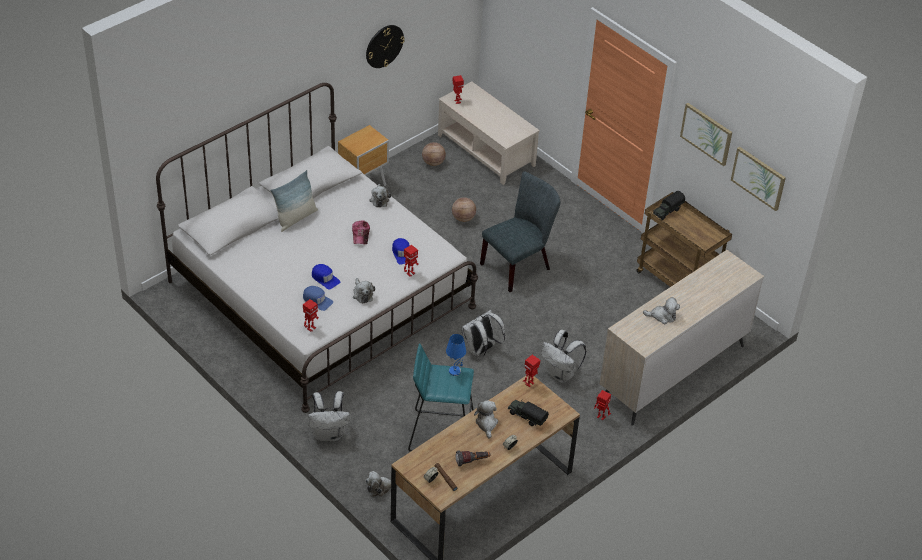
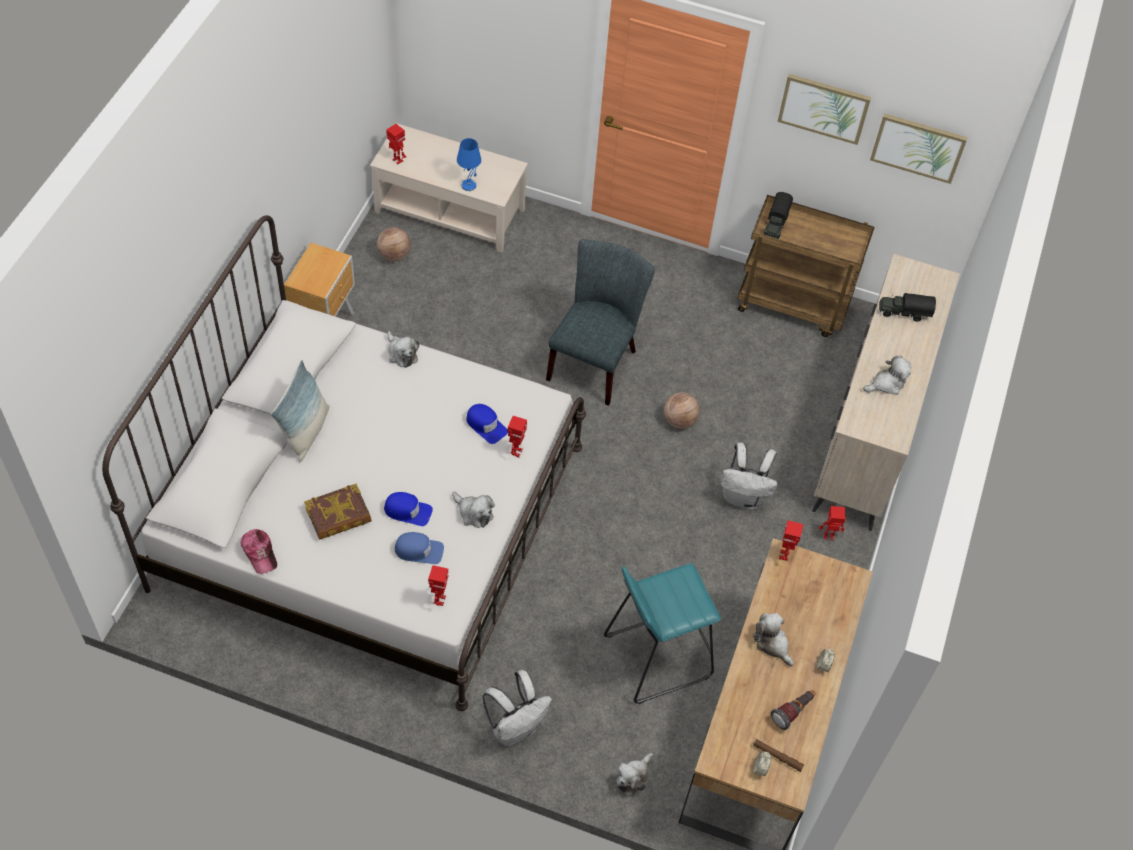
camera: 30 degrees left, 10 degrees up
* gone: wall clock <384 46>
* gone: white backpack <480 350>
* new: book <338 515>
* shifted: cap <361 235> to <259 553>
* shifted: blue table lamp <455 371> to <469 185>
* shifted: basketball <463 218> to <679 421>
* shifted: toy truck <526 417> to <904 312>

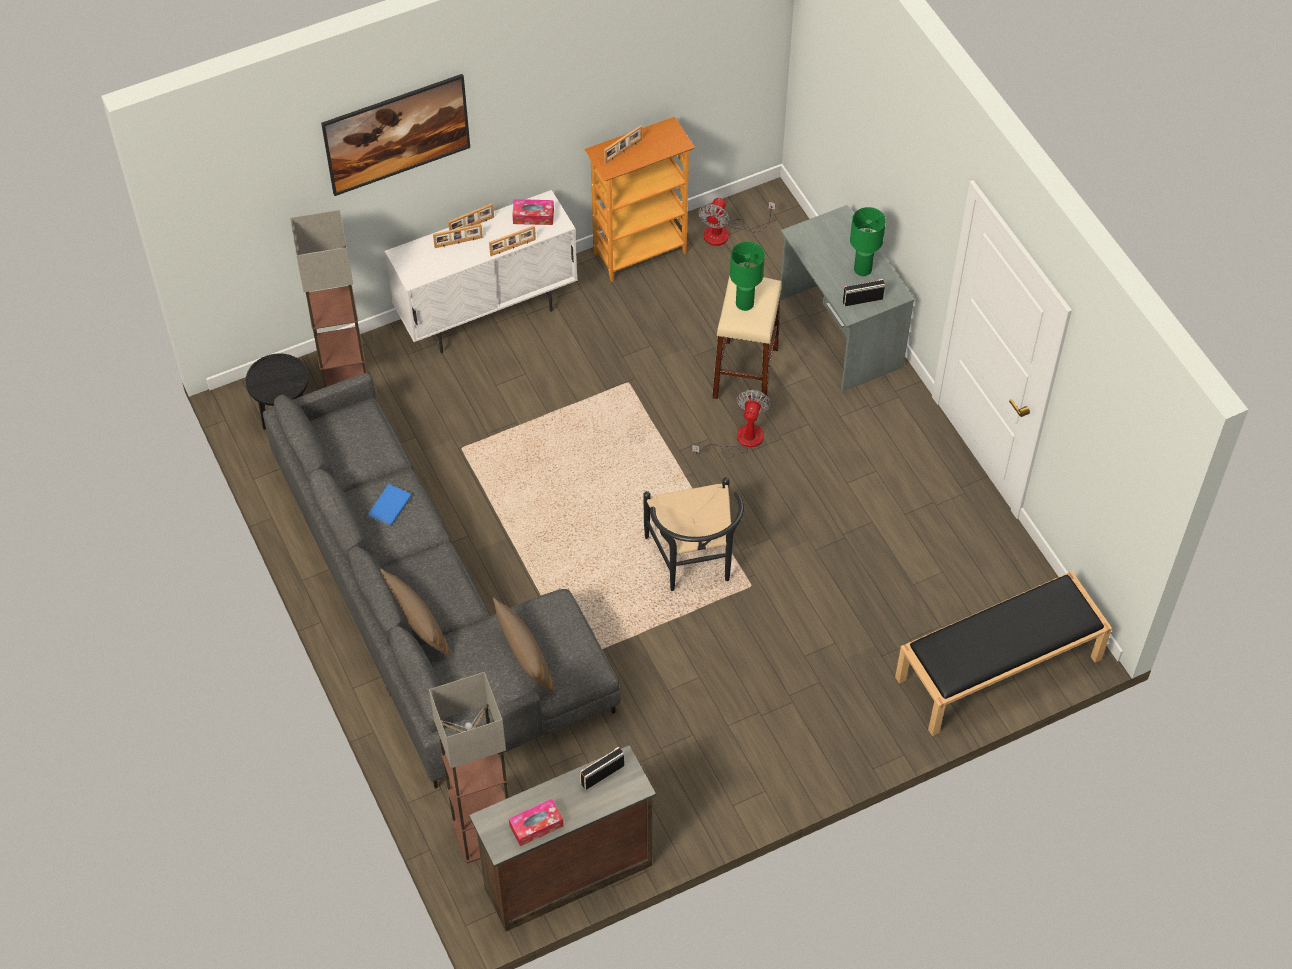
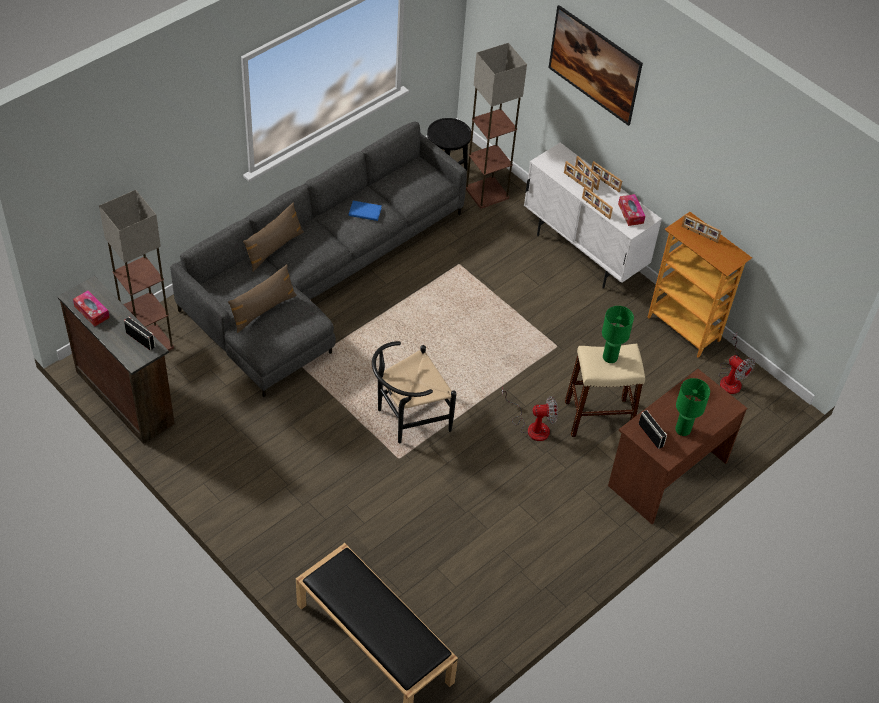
camera: 70 degrees right, 5 degrees down
* new: picture frame <577 182>
* repainted: grey desk <839 333> to brown desk <666 473>
* rotated: fan <725 233> = <731 378> 135 degrees counterclockwise

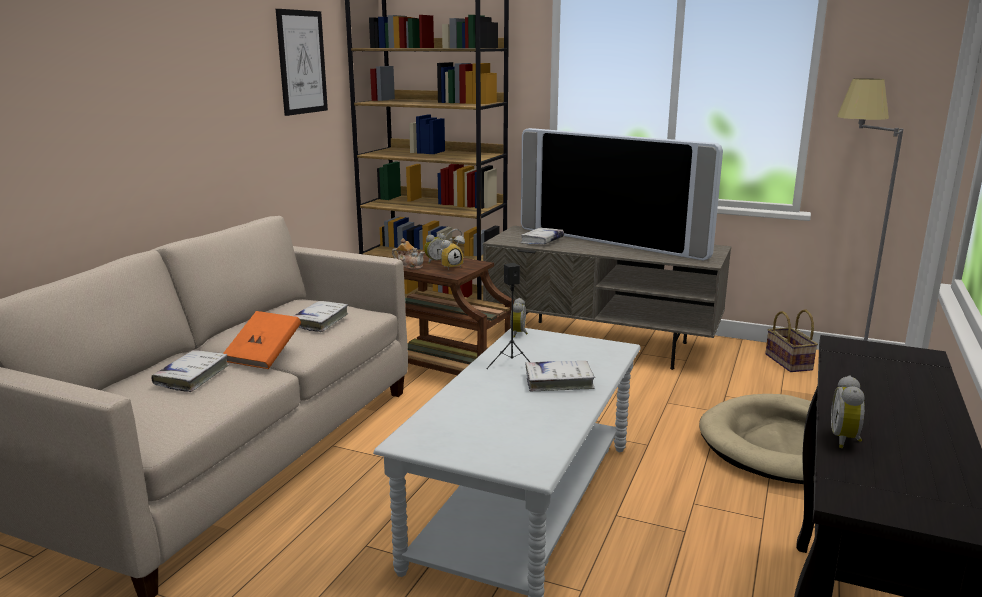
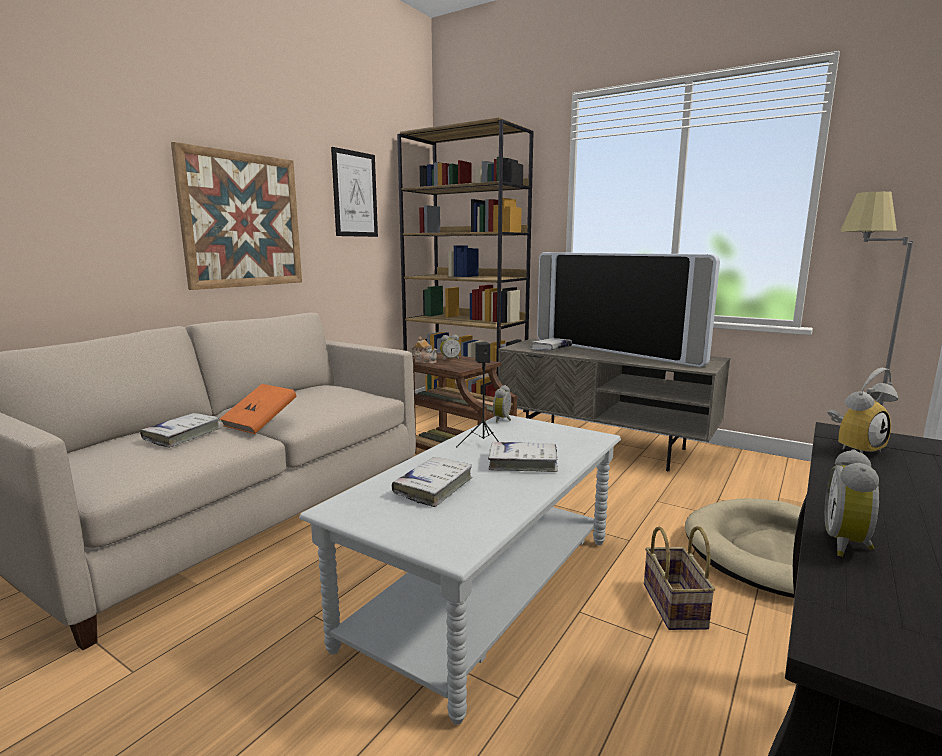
camera: 10 degrees right, 5 degrees down
* new: picture <242 220>
* shifted: white book <320 321> to <433 487>
* shifted: alarm clock <451 266> to <854 448>
* shifted: basket <790 362> to <676 607>

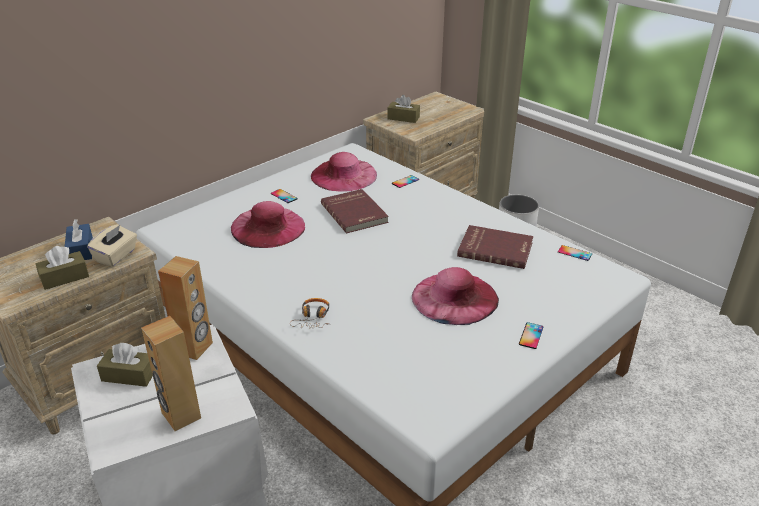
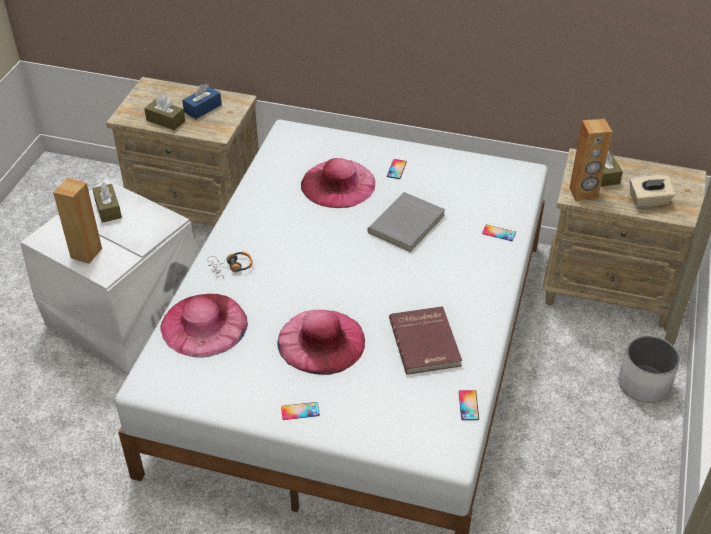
camera: 60 degrees right, 10 degrees up
* shifted: beige tissue box <116 256> to <649 201>
* shifted: brown speaker <194 348> to <583 193>
* shifted: pink hat <344 175> to <204 324>
* repainted: red book <355 213> to grey book <407 224>

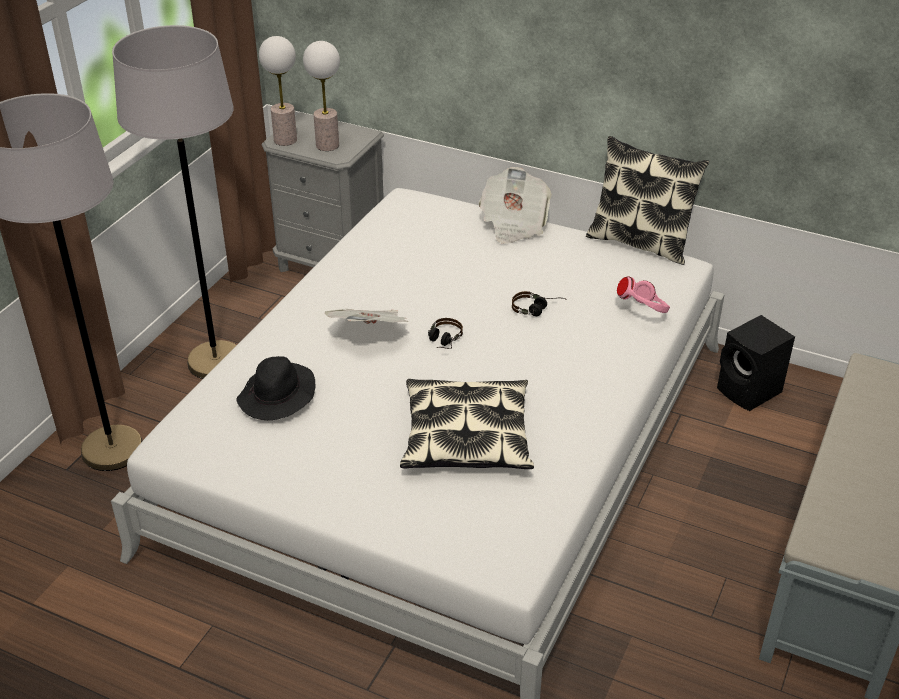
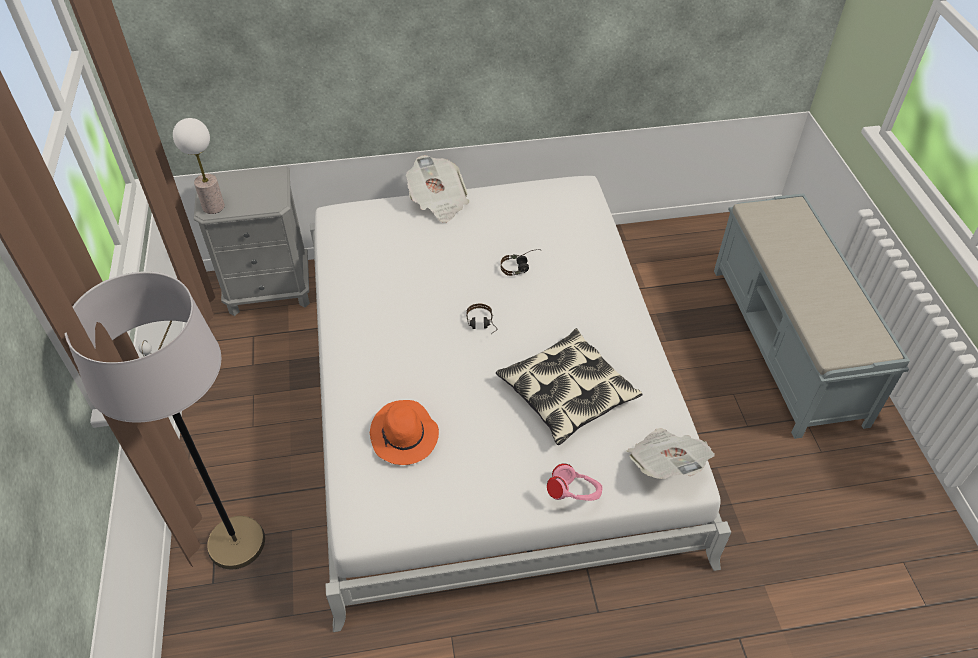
camera: 35 degrees left, 10 degrees up
* gone: grey floor lamp <215 362>
* gone: table lamp <328 145>
* gone: pillow <640 242>
* gone: black speaker <750 392>
* shifted: newspaper <370 333> to <665 464>
* shifted: pink headphones <643 312> to <574 495>
* repainted: black hat <277 397> to orange hat <404 436>

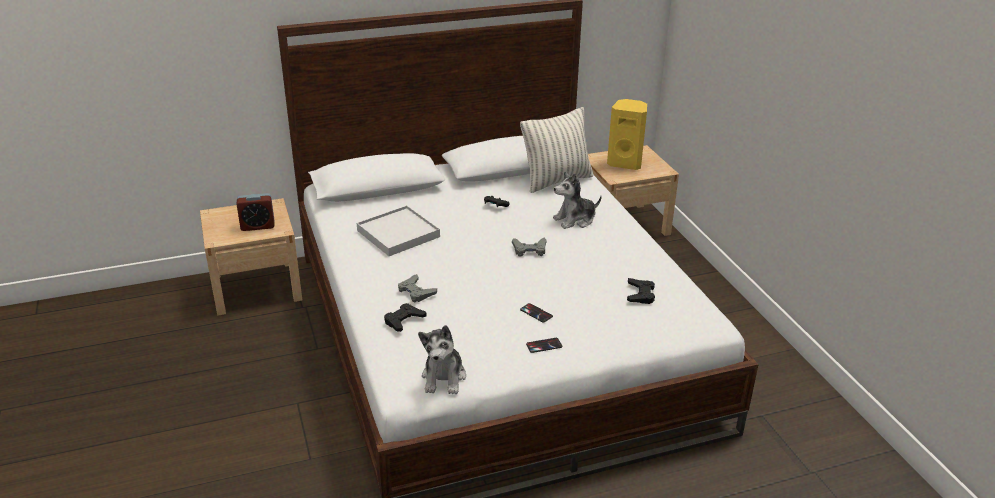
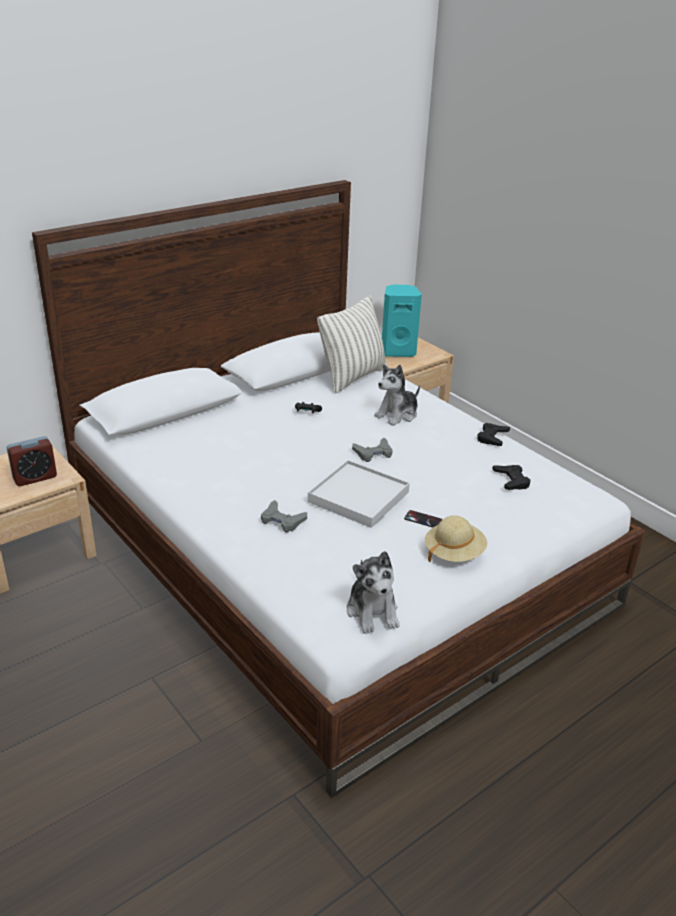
camera: 20 degrees left, 0 degrees up
* shifted: white tray <398 234> to <358 497>
* shifted: black game controller <404 320> to <492 437>
* swapped: phone <544 345> to beige hat <454 553>
* repainted: yellow speaker <625 163> to turquoise speaker <397 351>

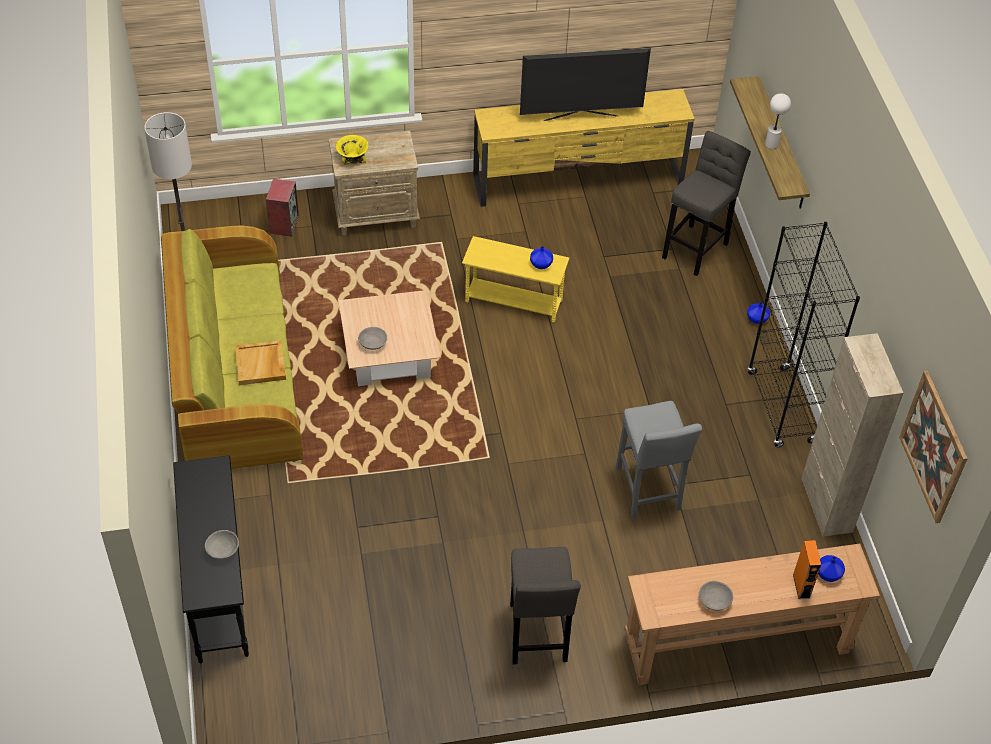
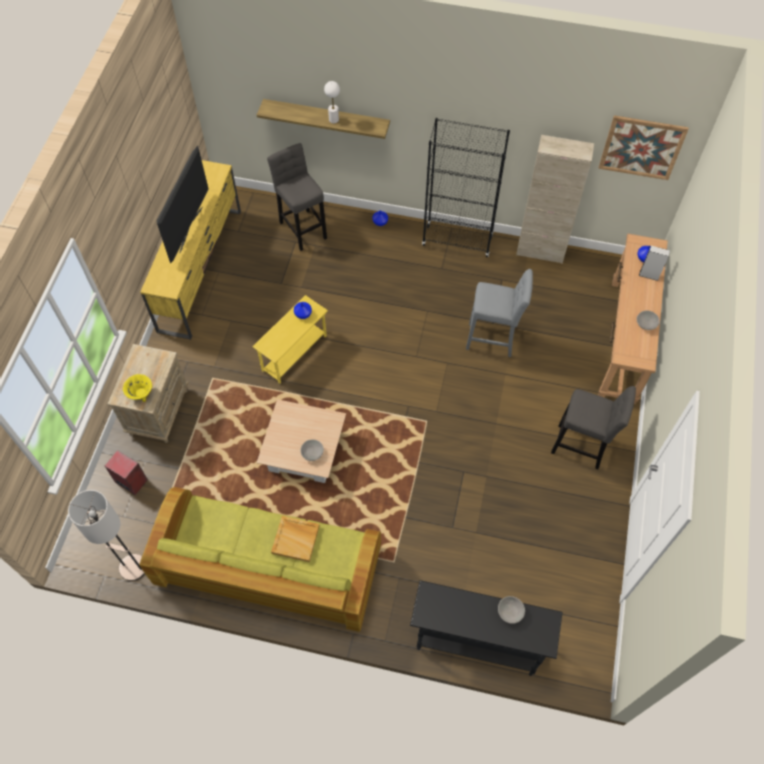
camera: 65 degrees left, 10 degrees up
* repainted: orange speaker <801 586> to grey speaker <649 275>

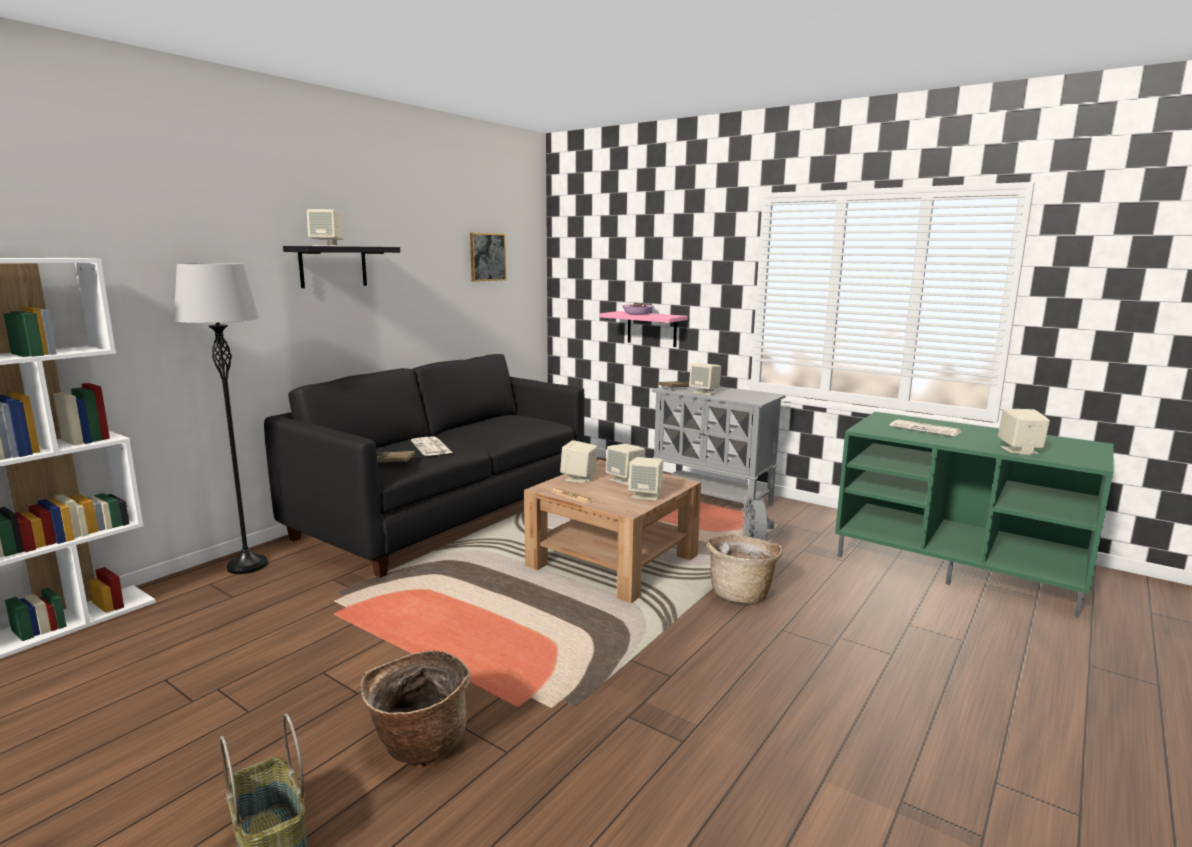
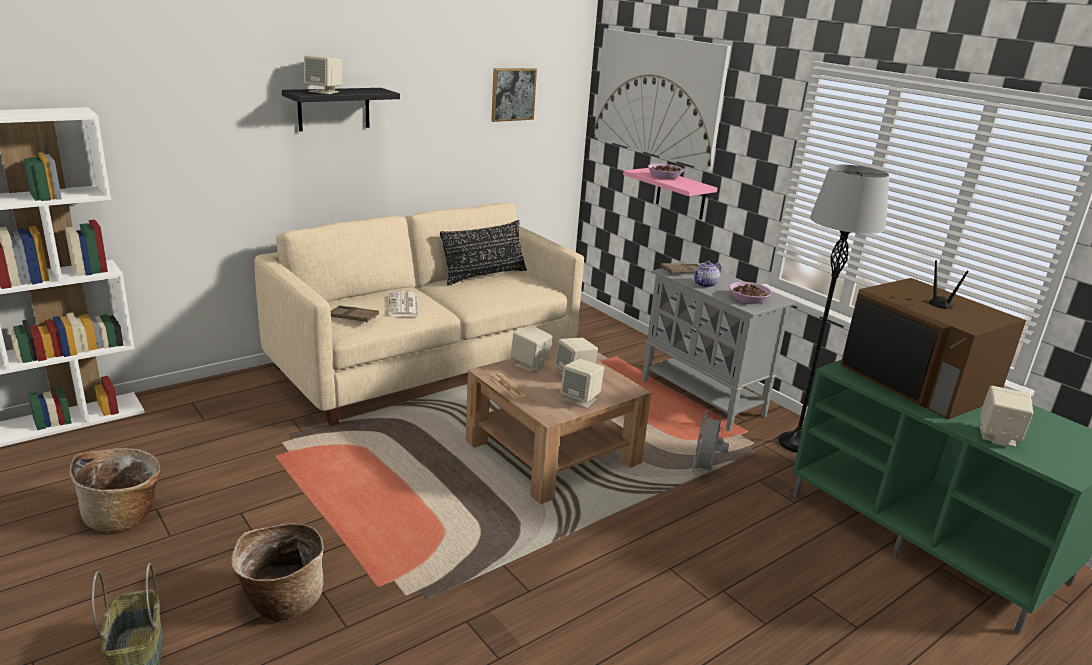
camera: 15 degrees right, 10 degrees up
* new: black pillow <484 275>
* new: picture <657 96>
* new: bowl <748 298>
* shifted: grey floor lamp <247 565> to <796 443>
* shifted: basket <741 593> to <124 515>
* swapped: beige speaker <704 392> to teapot <705 284>
* swapped: newspaper <926 429> to television <916 383>
* repainted: black sofa <446 513> to beige sofa <426 364>

